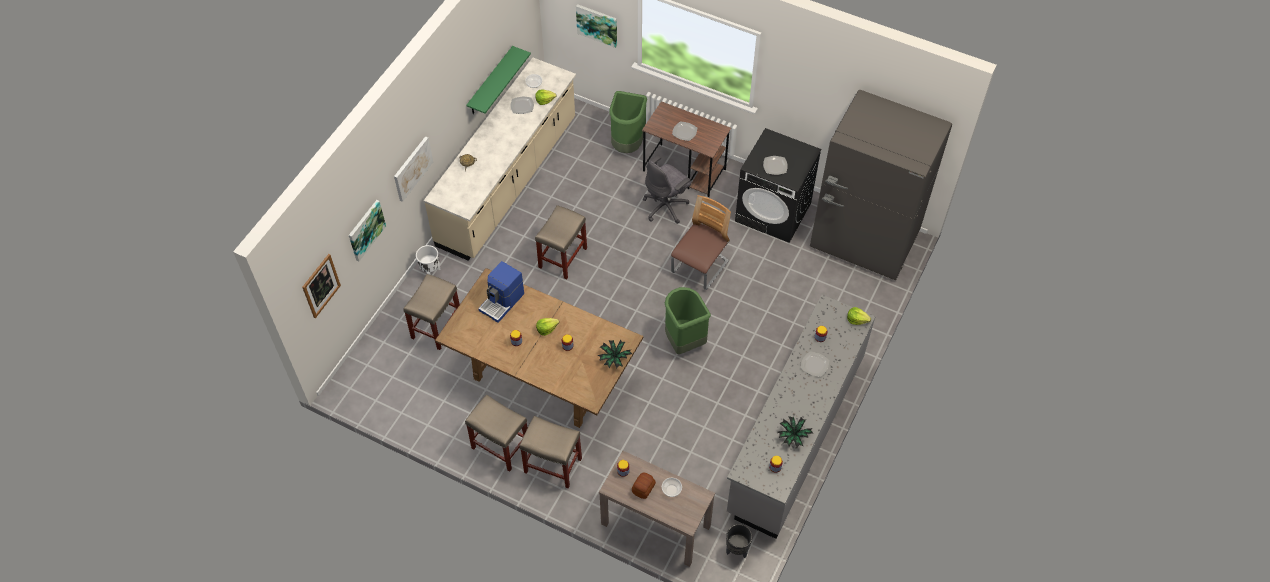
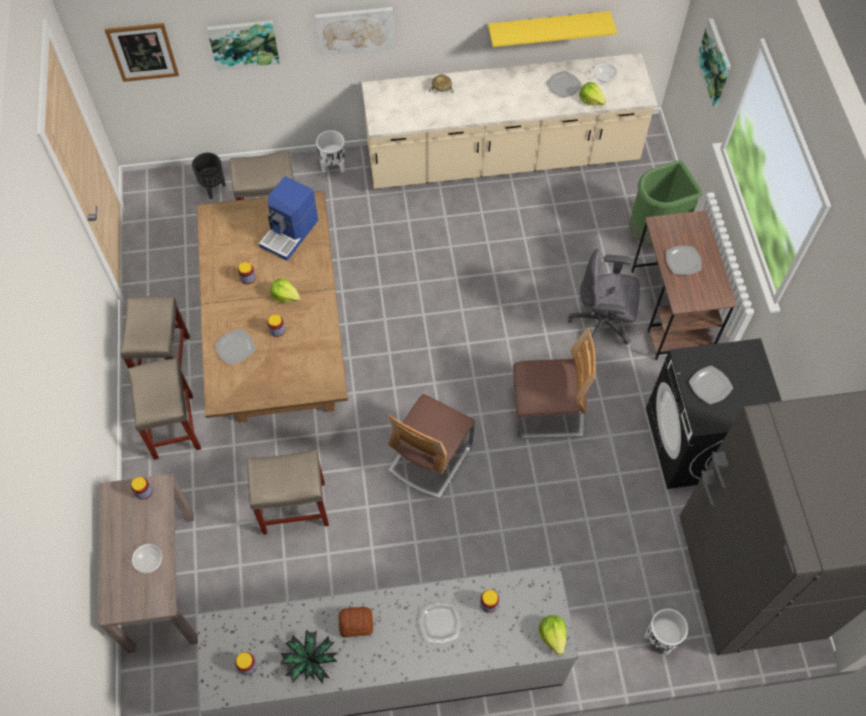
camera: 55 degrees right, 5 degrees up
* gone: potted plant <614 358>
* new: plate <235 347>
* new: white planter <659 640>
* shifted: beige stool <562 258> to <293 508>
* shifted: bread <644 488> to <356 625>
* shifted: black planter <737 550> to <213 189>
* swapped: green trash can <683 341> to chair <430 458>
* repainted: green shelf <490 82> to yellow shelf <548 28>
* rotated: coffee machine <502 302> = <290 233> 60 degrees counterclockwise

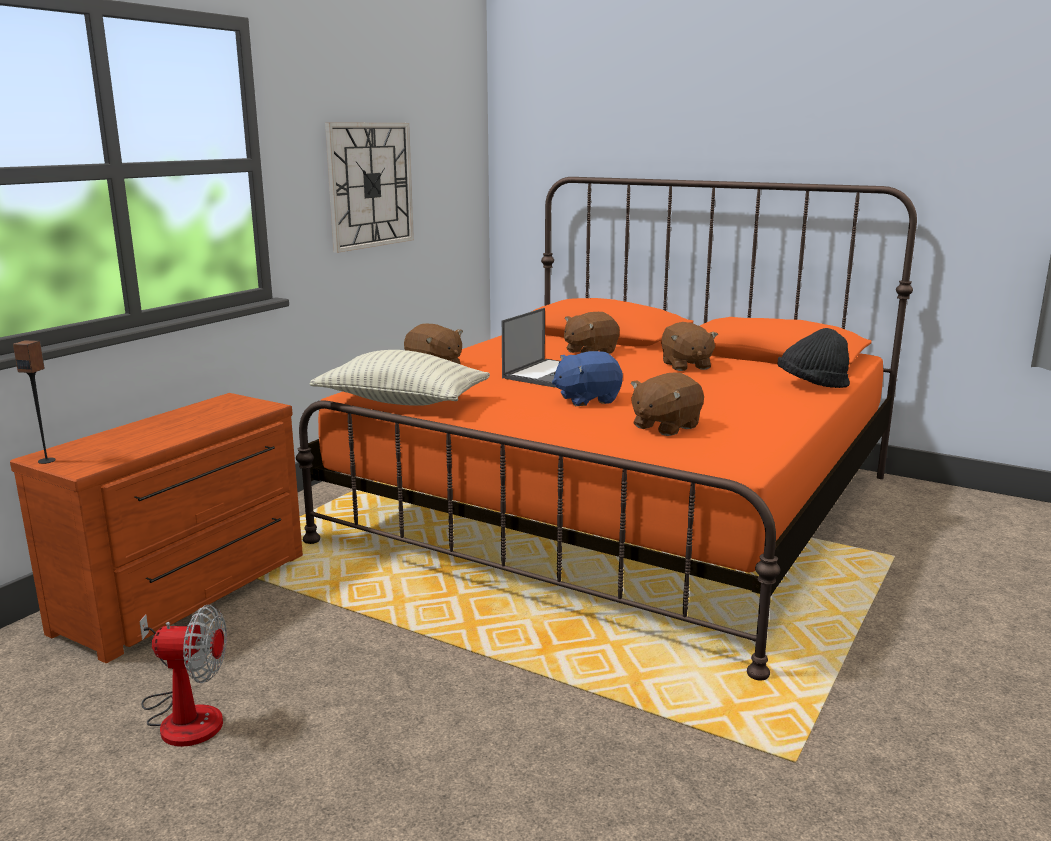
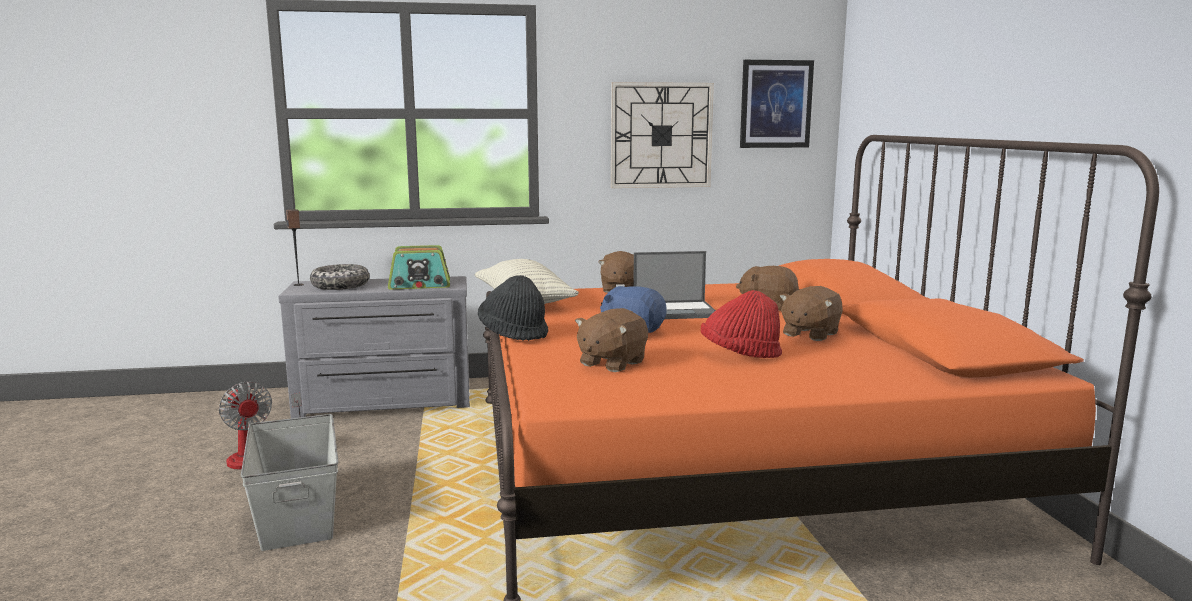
camera: 50 degrees right, 5 degrees down
* new: grey storage box <298 511>
* new: bowl <340 286>
* new: radio <419 285>
* new: red hat <740 355>
* new: picture <776 104>
* shifted: black hat <811 385> to <514 333>
* repainted: brown dresser <189 594> to grey dresser <384 403>
* rotated: brown plush toy <665 426> = <611 363> 60 degrees counterclockwise

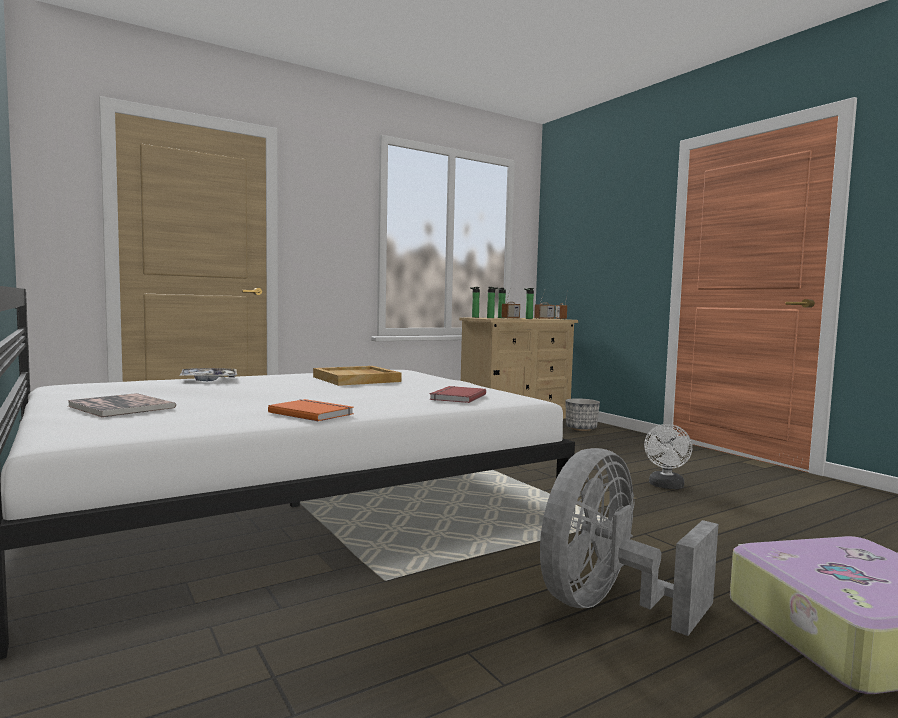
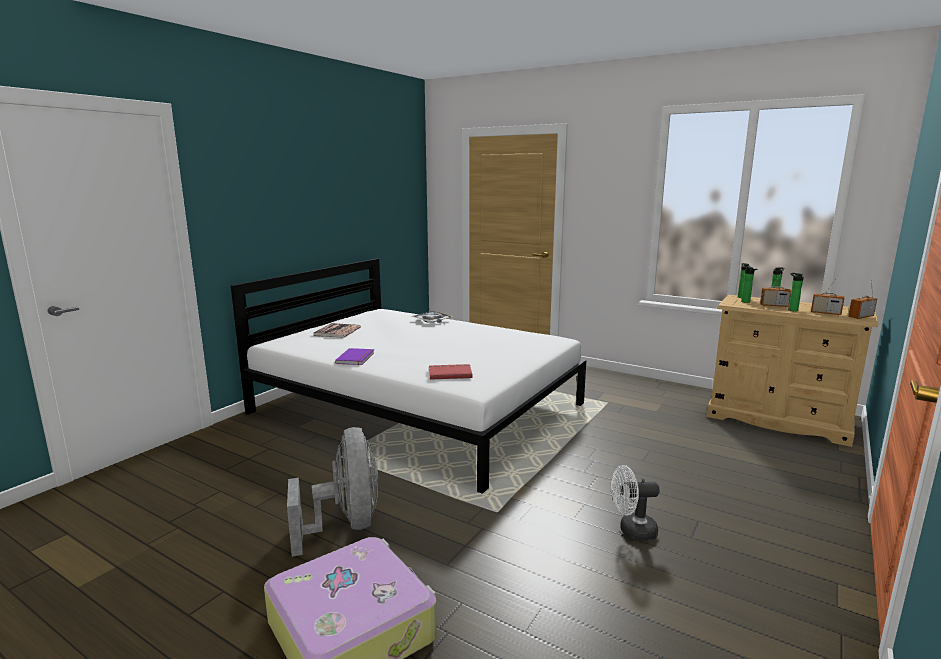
camera: 65 degrees right, 10 degrees up
* gone: beige tray <357 379>
* gone: planter <581 428>
* repainted: orange book <312 413> to purple book <356 358>
* rotated: grey fan <608 605> = <346 525> 60 degrees clockwise

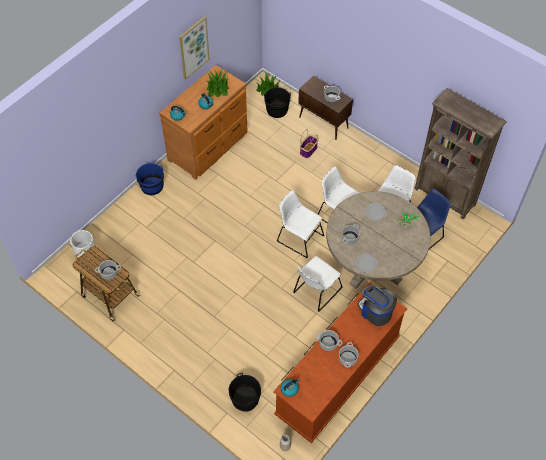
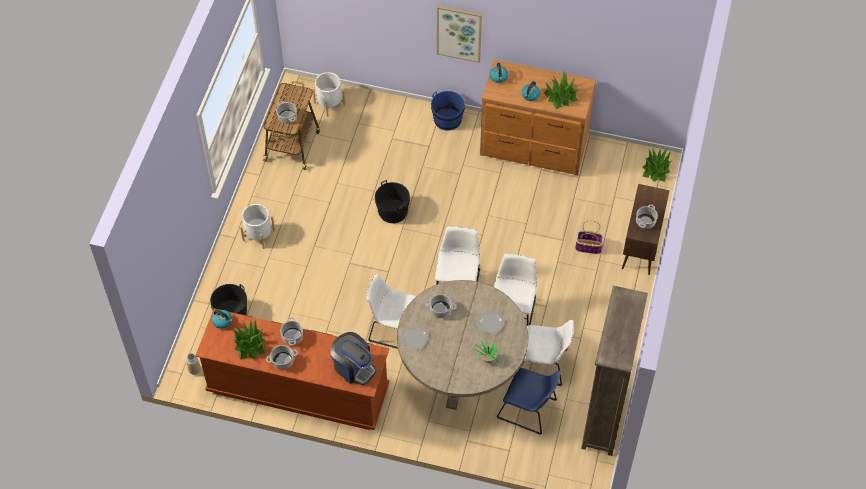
camera: 65 degrees right, 0 degrees up
* new: potted plant <250 345>
* new: white planter <258 235>
* shifted: picture <193 47> to <459 33>
* shifted: black bucket <277 110> to <392 211>
* rotated: coffee machine <375 311> = <353 367> 105 degrees clockwise

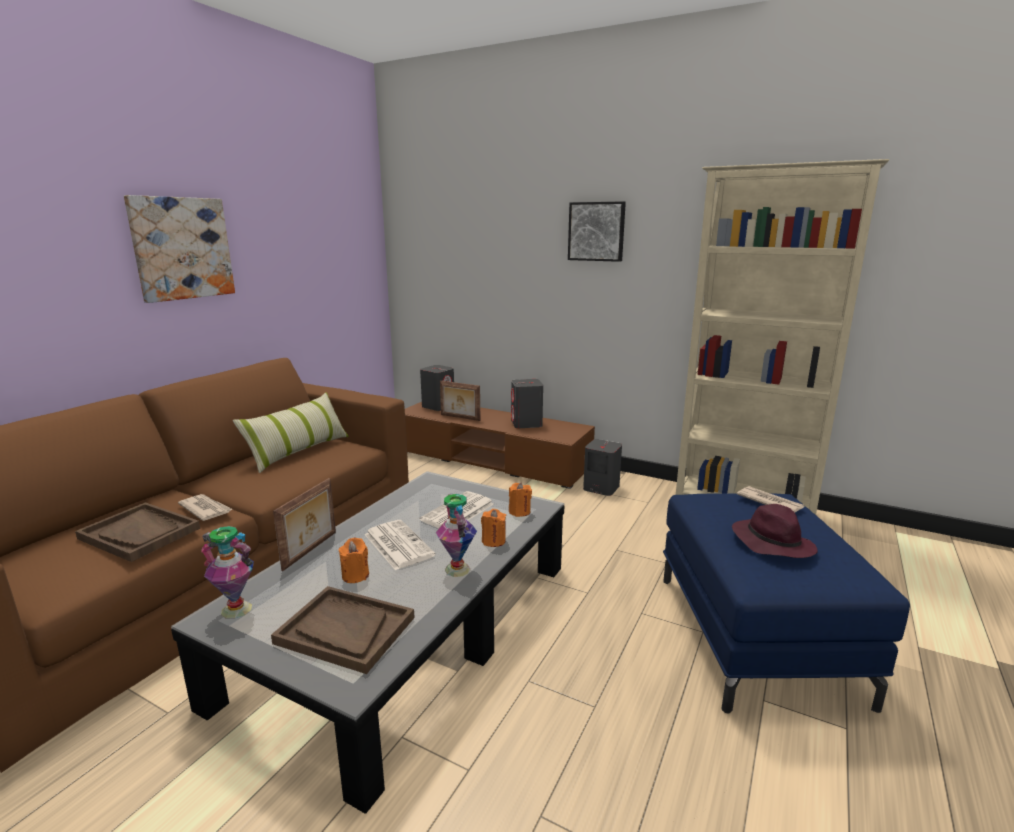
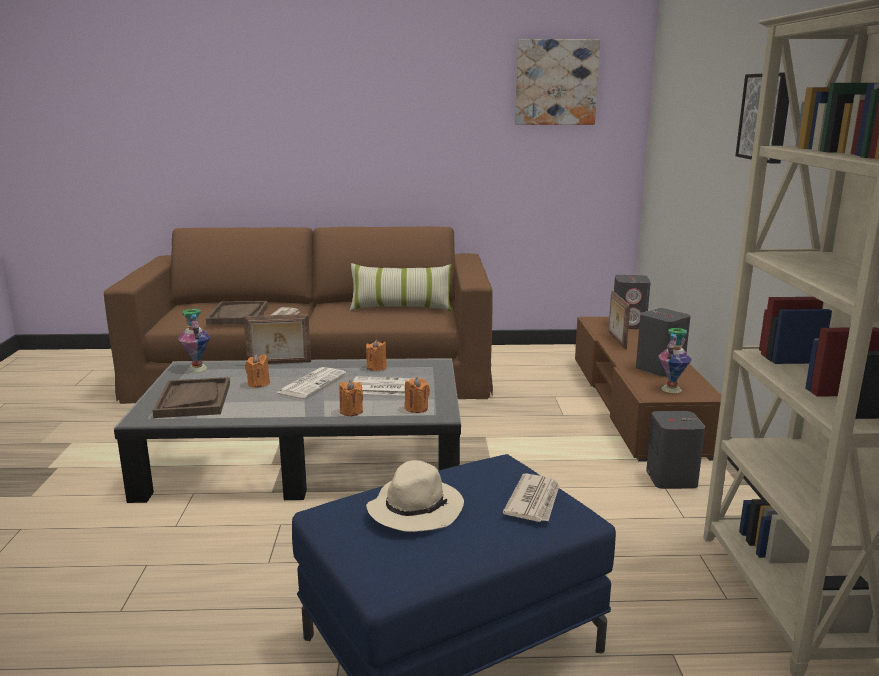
camera: 60 degrees right, 0 degrees up
* new: orange candle <376 367>
* shifted: picture <182 248> to <556 82>
* shifted: vase <458 569> to <672 389>
* repainted: purple hat <771 542> to beige hat <415 509>

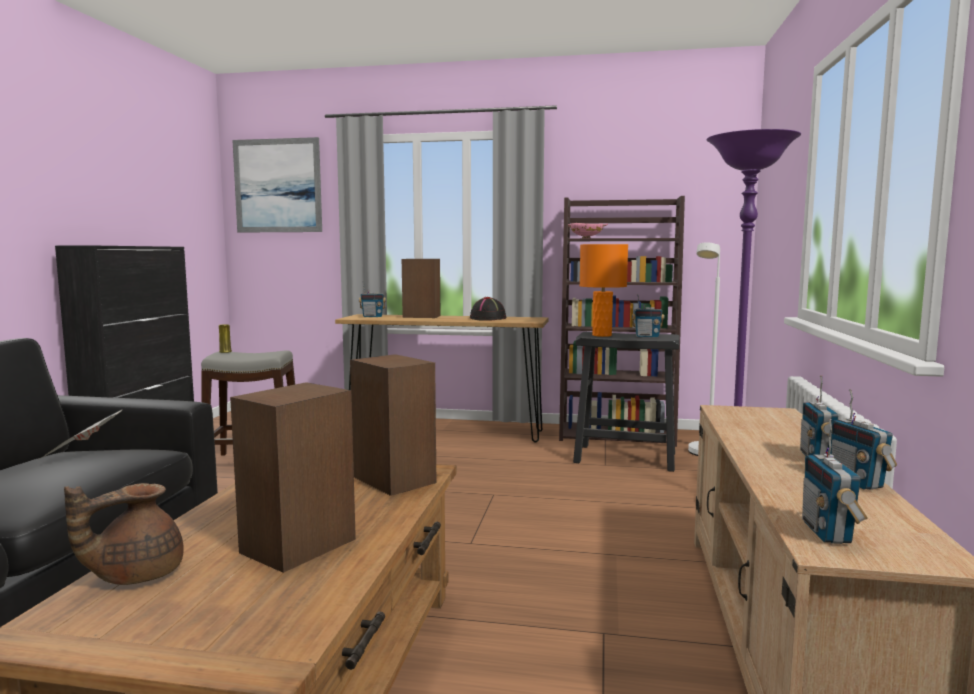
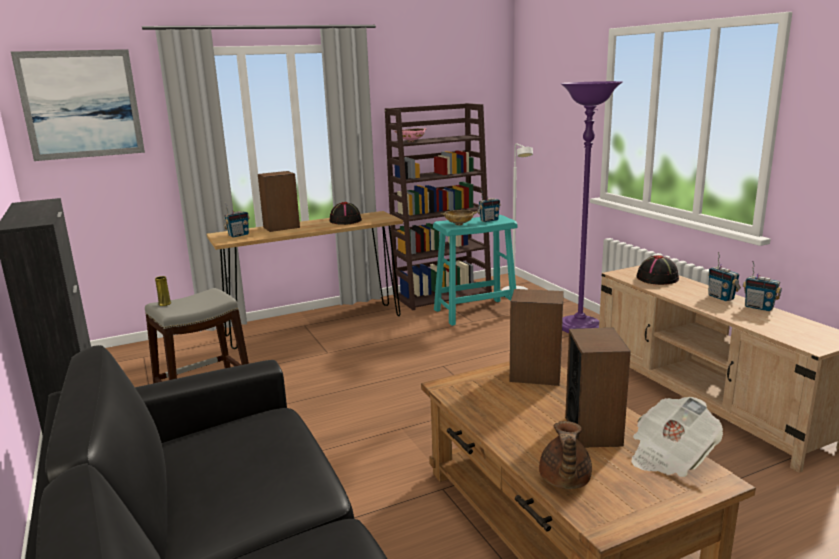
camera: 35 degrees left, 10 degrees up
* gone: radio <827 533>
* new: black hat <657 278>
* shifted: newspaper <83 454> to <670 456>
* swapped: orange table lamp <602 335> to beige bowl <459 224>
* repainted: black stool <626 457> to turquoise stool <476 312>

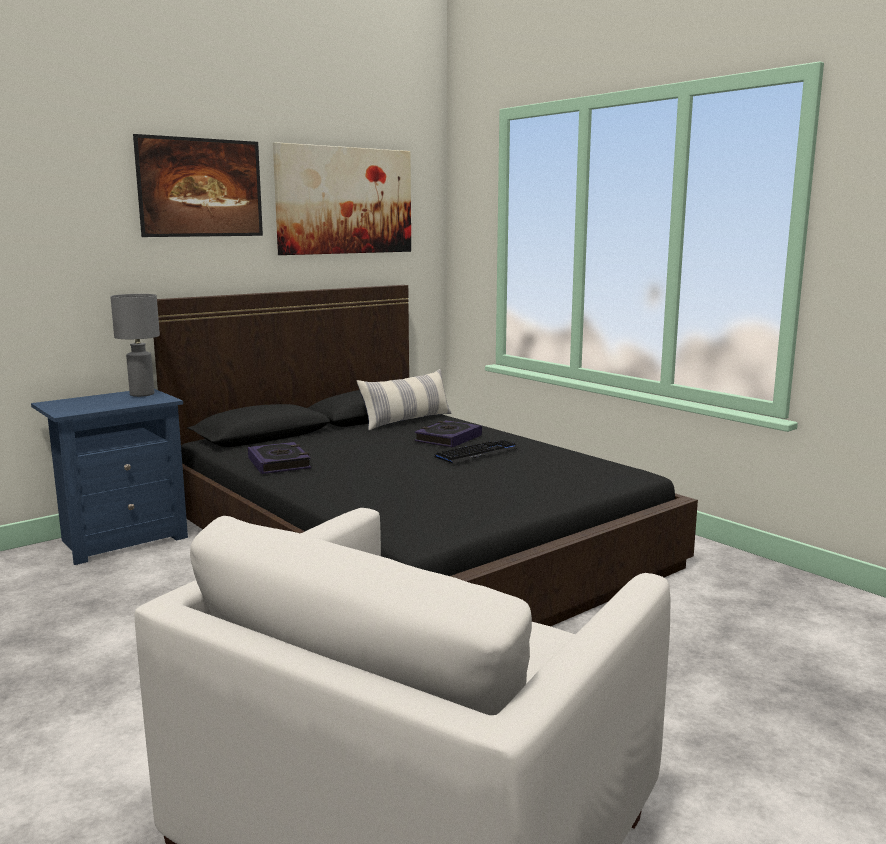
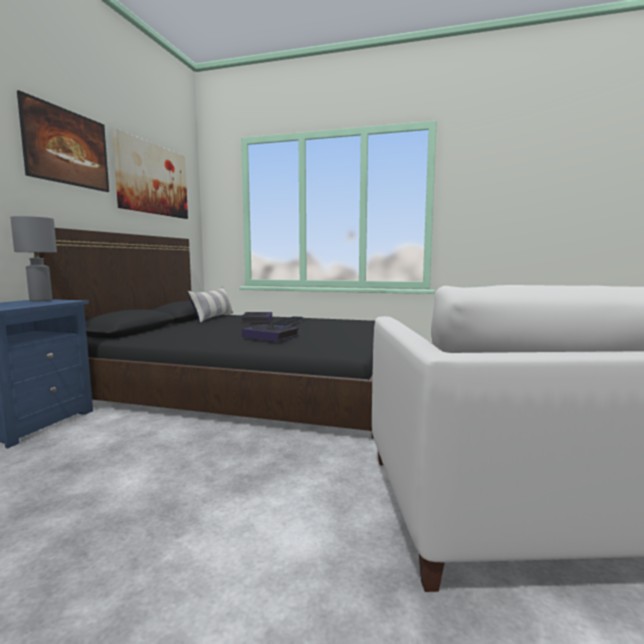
camera: 35 degrees left, 5 degrees down
* shifted: book <279 463> to <270 336>

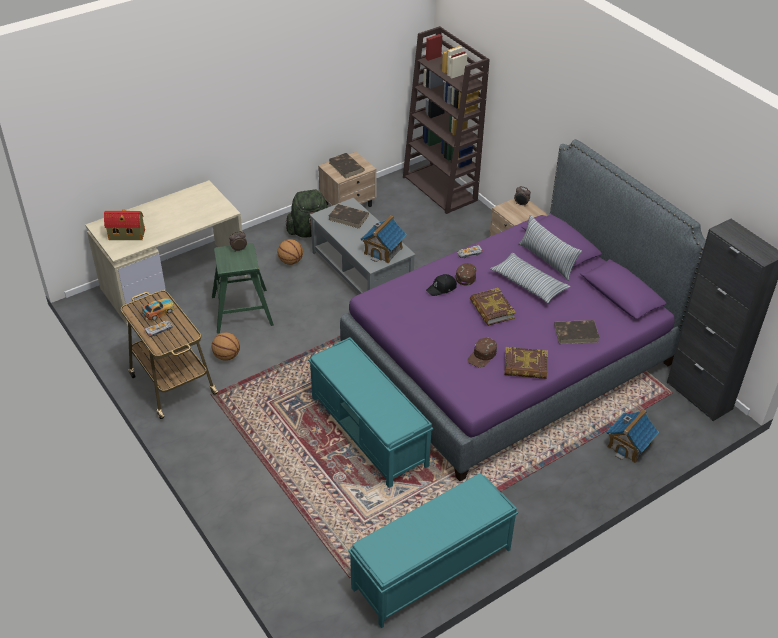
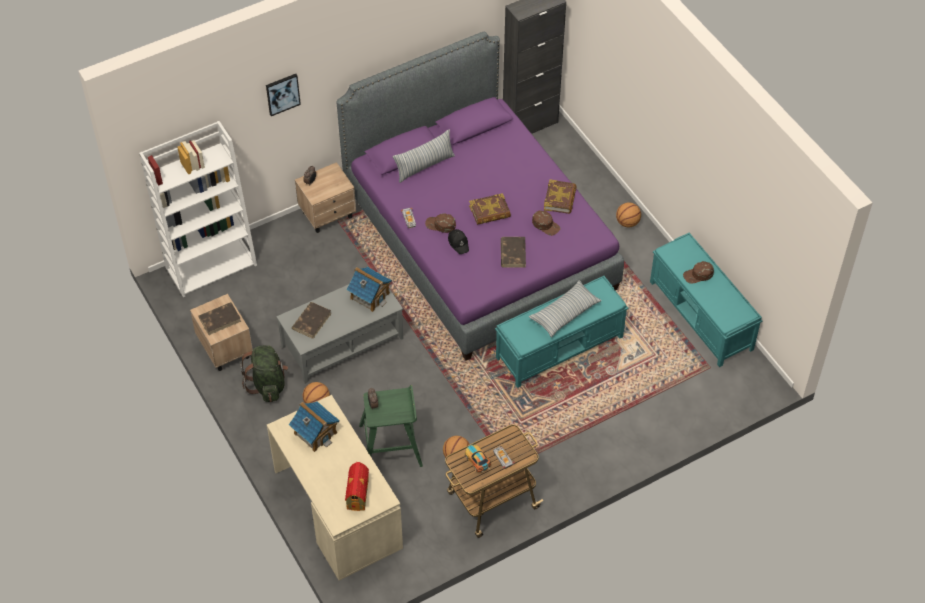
camera: 85 degrees left, 10 degrees up
* new: picture <282 94>
* new: basketball <627 223>
* new: brown cap <698 275>
* shifted: pillow <529 284> to <565 313>
* shifted: brown book <576 333> to <513 253>
* shifted: toy house <629 445> to <315 433>
* repainted: brown bookcase <440 189> to white bookcase <211 265>

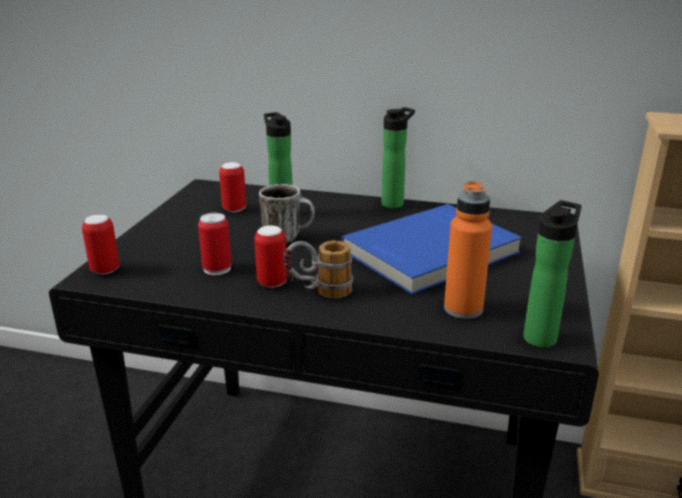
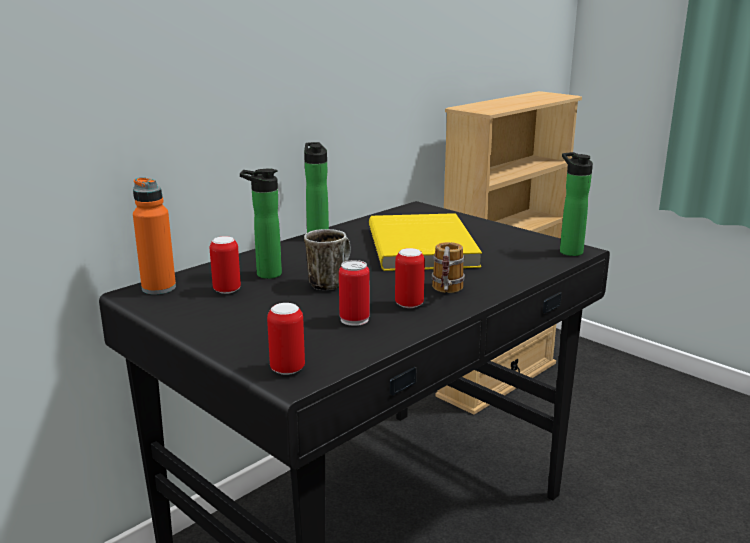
camera: 60 degrees left, 5 degrees down
* shifted: orange bottle <463 309> to <159 288>
* repainted: blue book <432 253> to yellow book <424 247>

